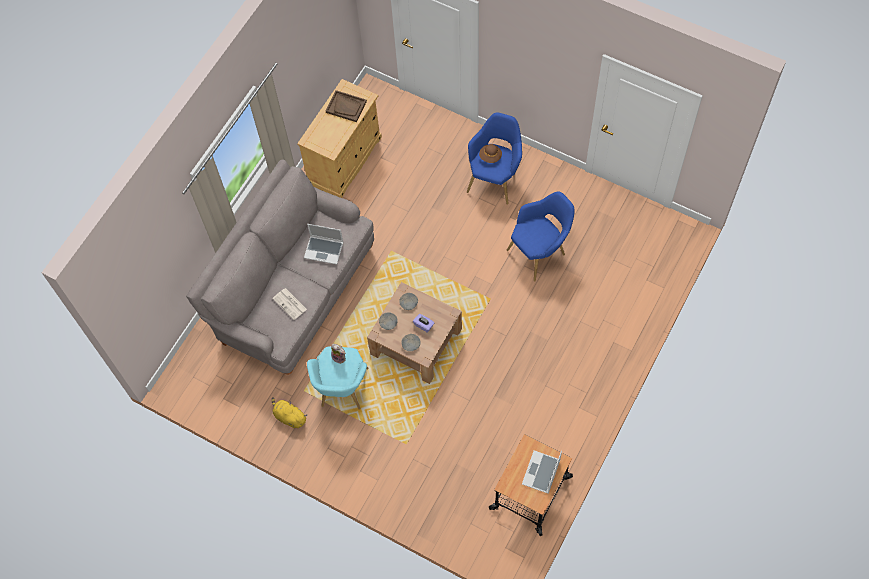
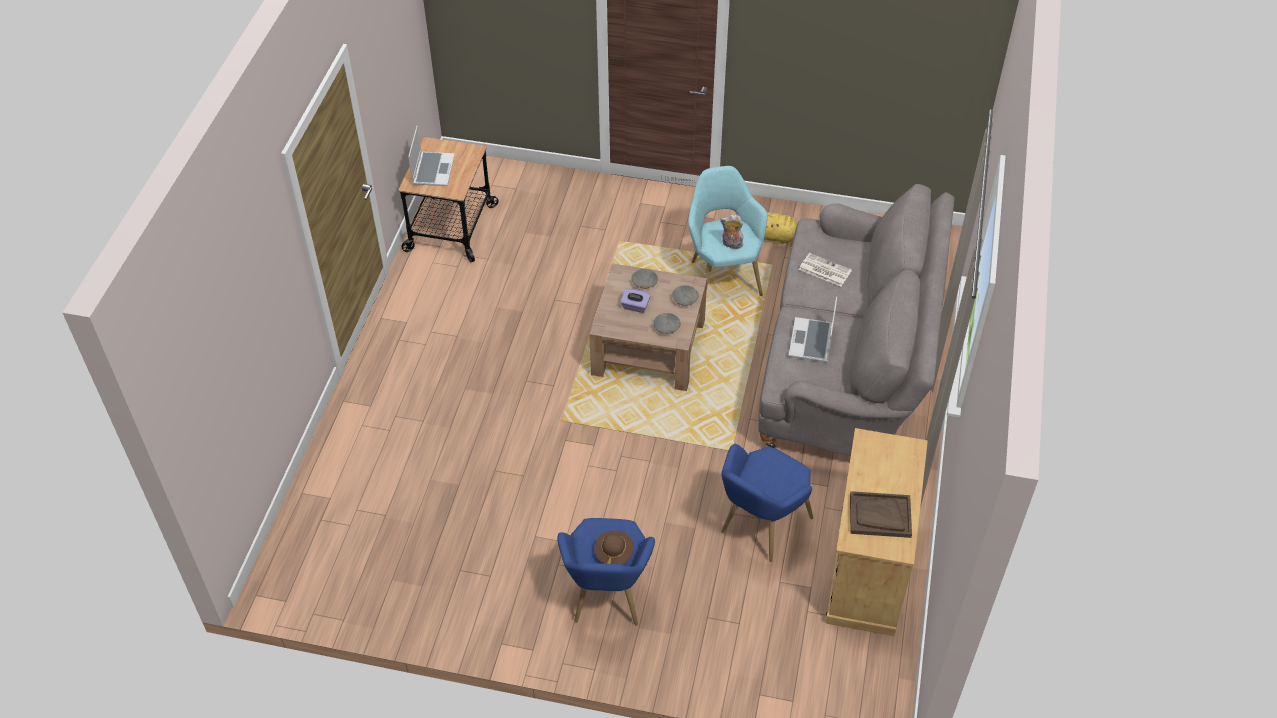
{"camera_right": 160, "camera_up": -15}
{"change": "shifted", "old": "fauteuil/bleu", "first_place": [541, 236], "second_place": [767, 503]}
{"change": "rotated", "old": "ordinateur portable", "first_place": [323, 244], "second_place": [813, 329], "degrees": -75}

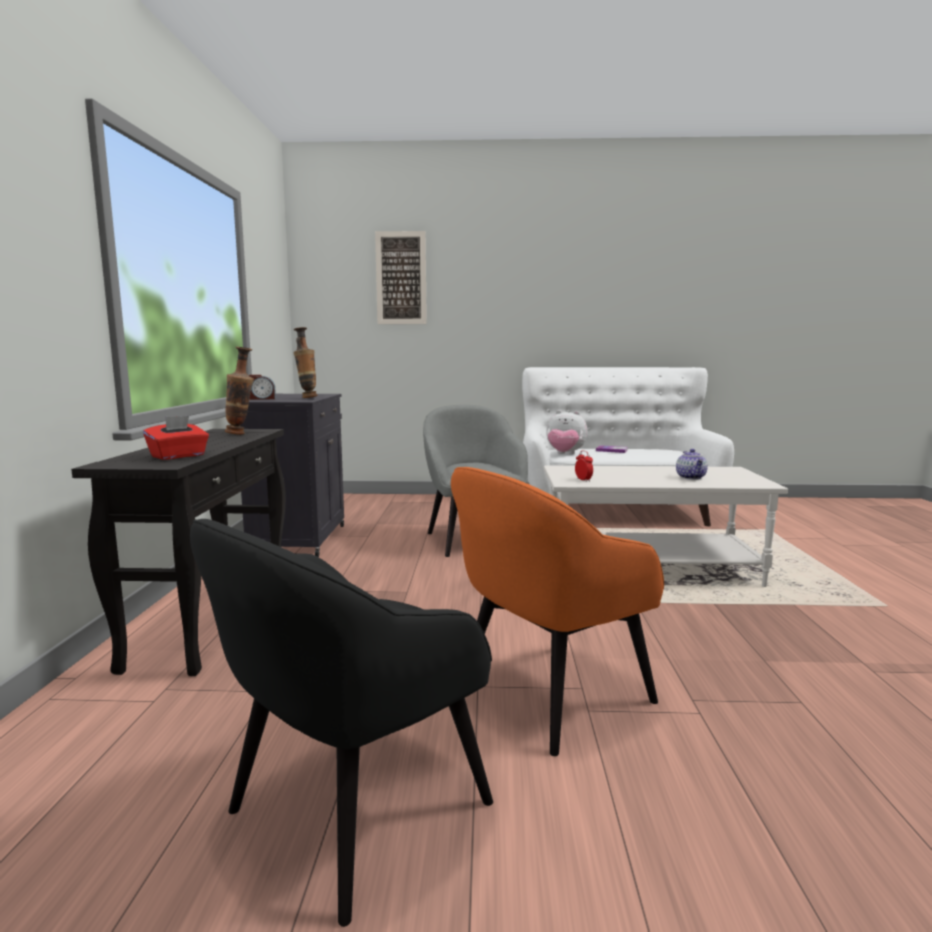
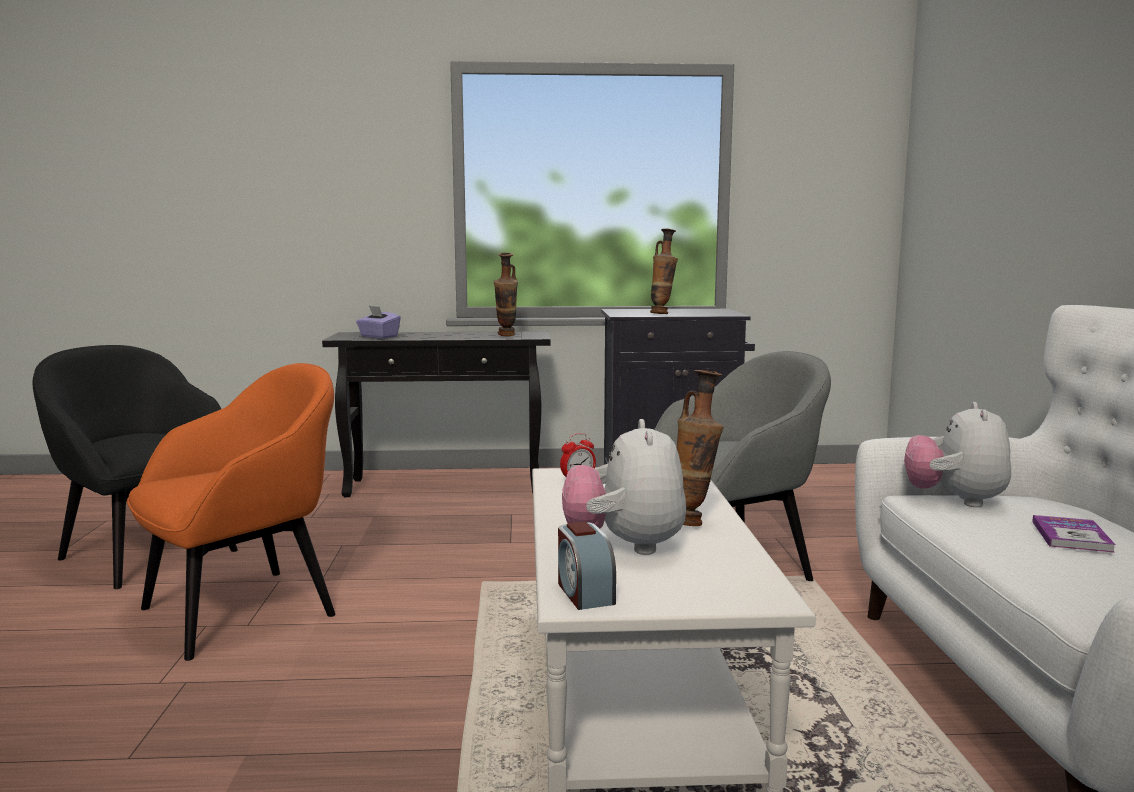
{"camera_right": 85, "camera_up": 0}
{"change": "rotated", "old": "fauteuil/orange", "first_place": [557, 611], "second_place": [231, 512], "degrees": 90}
{"change": "repainted", "old": "boîte à mouchoirs/rouge", "new": "boîte à mouchoirs/violet", "first_place": [176, 438], "second_place": [378, 322]}
{"change": "shifted", "old": "réveil", "first_place": [262, 387], "second_place": [587, 566]}
{"change": "swapped", "old": "théière", "new": "peluche", "first_place": [692, 464], "second_place": [624, 487]}
{"change": "new", "new": "vase", "second_place": [700, 448]}
{"change": "gone", "old": "tableau", "first_place": [401, 277]}

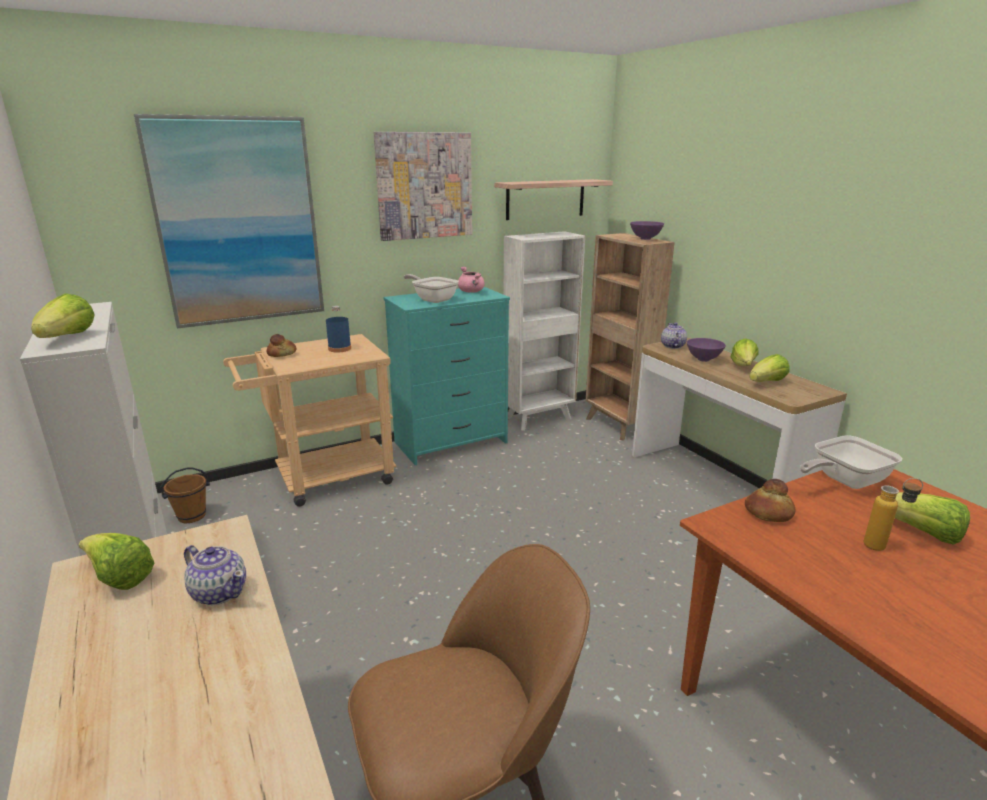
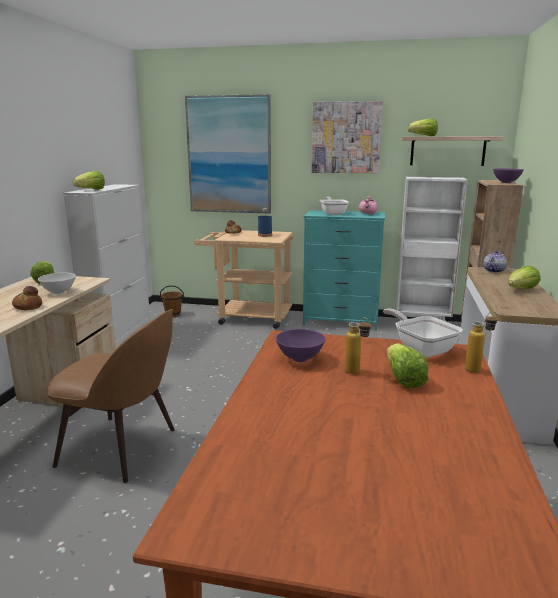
{"camera_right": 40, "camera_up": -5}
{"change": "shifted", "old": "pain", "first_place": [770, 500], "second_place": [27, 298]}
{"change": "swapped", "old": "théière", "new": "bol/blanc", "first_place": [215, 575], "second_place": [57, 283]}
{"change": "shifted", "old": "bol/violet", "first_place": [706, 350], "second_place": [301, 345]}
{"change": "rotated", "old": "poêle", "first_place": [851, 462], "second_place": [423, 333], "degrees": 45}
{"change": "shifted", "old": "laitue", "first_place": [769, 368], "second_place": [423, 127]}
{"change": "new", "new": "bouteille", "second_place": [481, 342]}

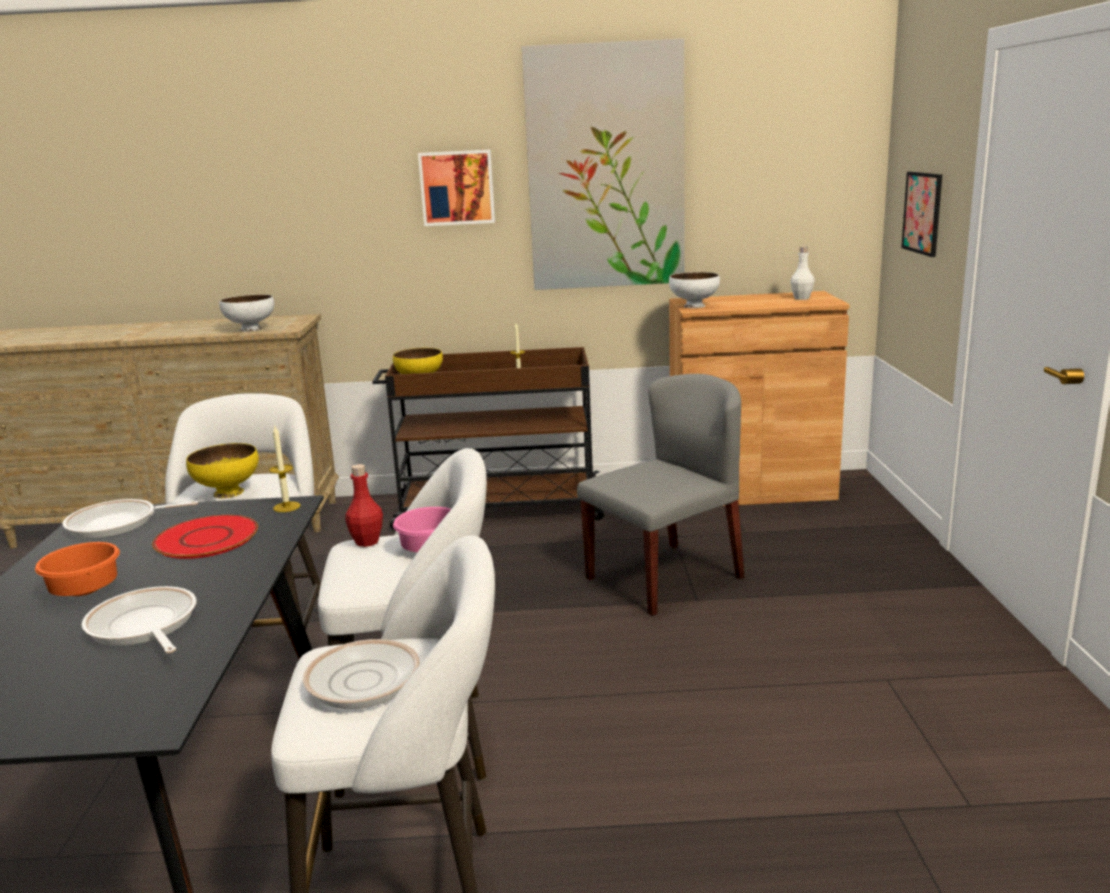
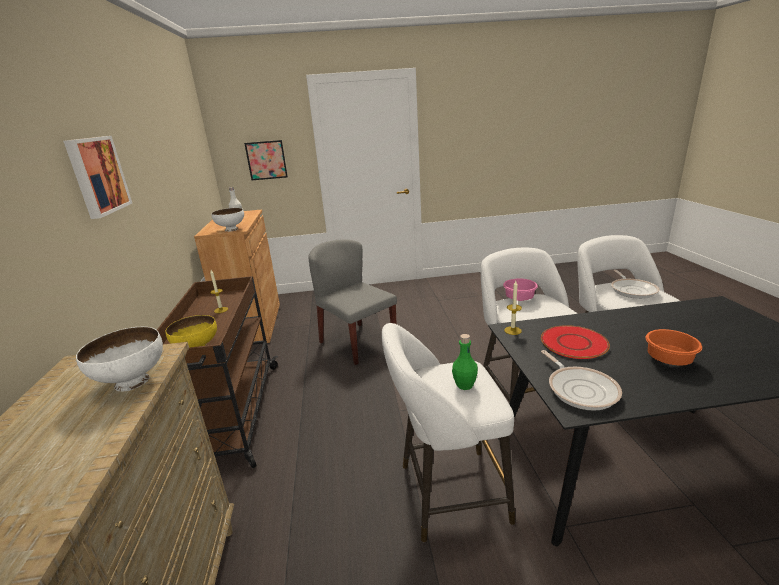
{"camera_right": -95, "camera_up": 5}
{"change": "swapped", "old": "bol/jaune", "new": "bouteille/vert", "first_place": [222, 470], "second_place": [465, 362]}
{"change": "gone", "old": "poêle", "first_place": [139, 619]}
{"change": "gone", "old": "bouteille/rouge", "first_place": [364, 505]}
{"change": "gone", "old": "tableau", "first_place": [603, 164]}

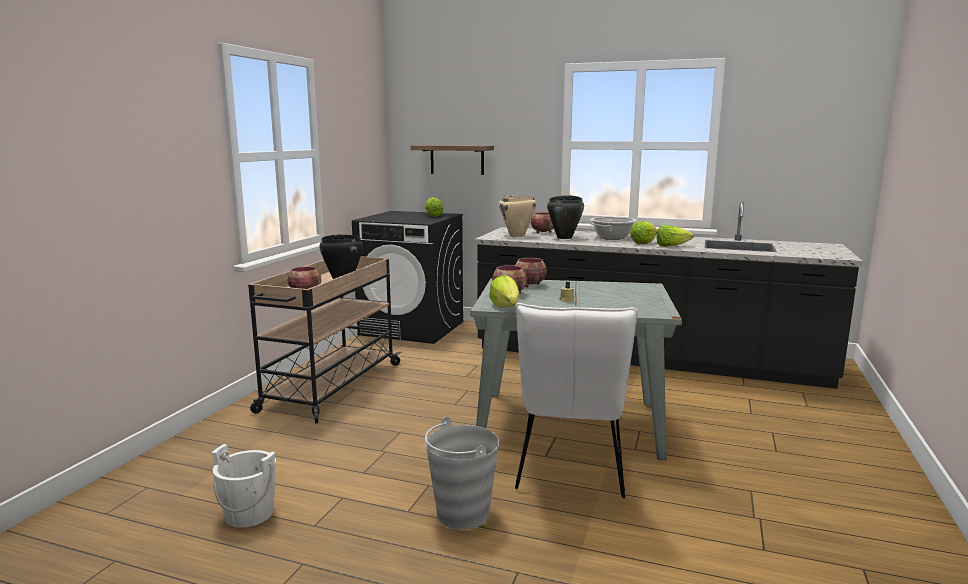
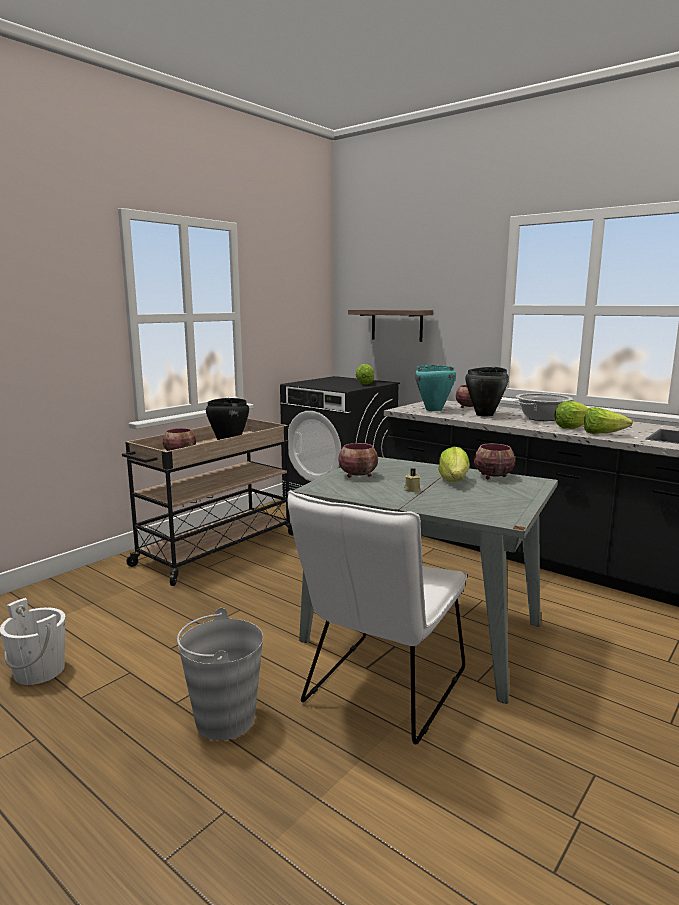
{"camera_right": 20, "camera_up": 0}
{"change": "repainted", "old": "marmite/beige", "new": "marmite/turquoise", "first_place": [517, 216], "second_place": [435, 388]}
{"change": "shifted", "old": "laitue", "first_place": [504, 291], "second_place": [454, 464]}
{"change": "shifted", "old": "bol", "first_place": [531, 272], "second_place": [494, 461]}

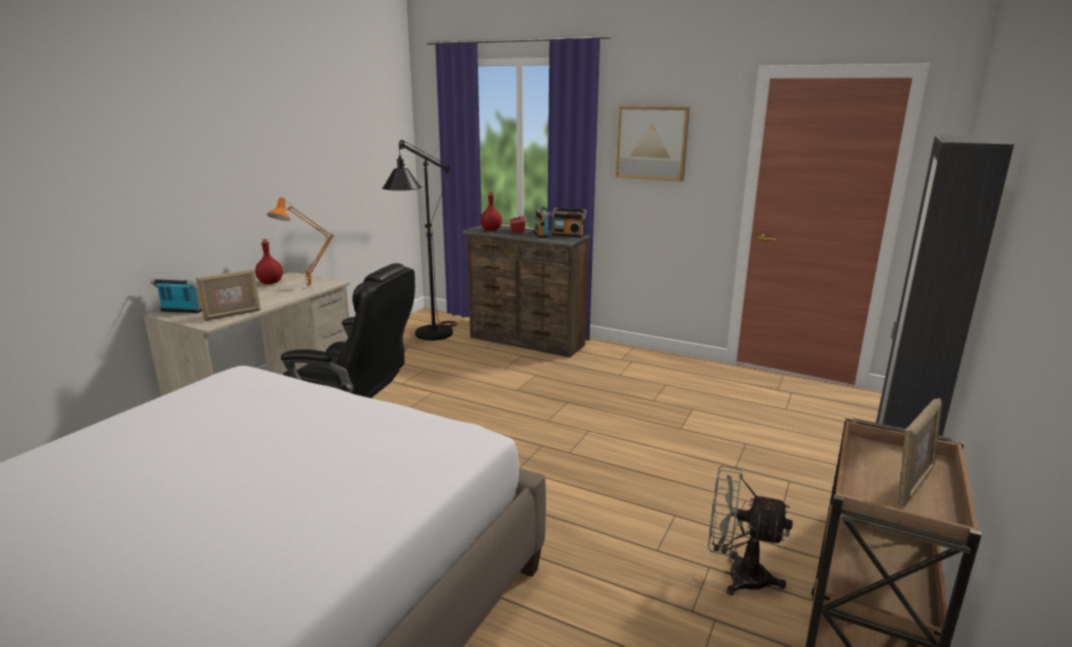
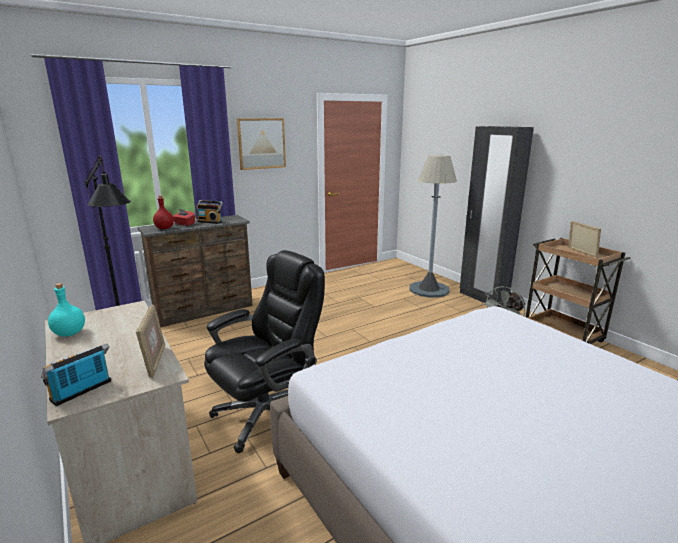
{"camera_right": -60, "camera_up": 0}
{"change": "repainted", "old": "bouteille/rouge", "new": "bouteille/turquoise", "first_place": [269, 261], "second_place": [66, 310]}
{"change": "new", "new": "lampadaire/gris", "second_place": [433, 226]}
{"change": "gone", "old": "lampe de table/orange", "first_place": [300, 242]}
{"change": "gone", "old": "radio", "first_place": [569, 222]}

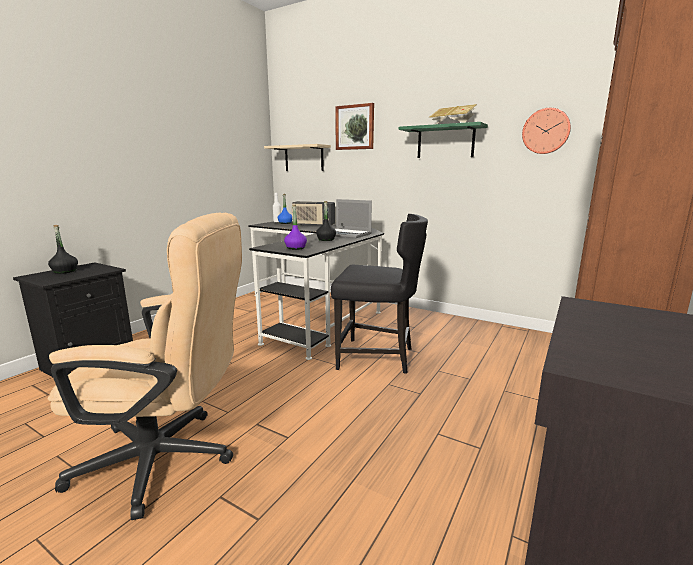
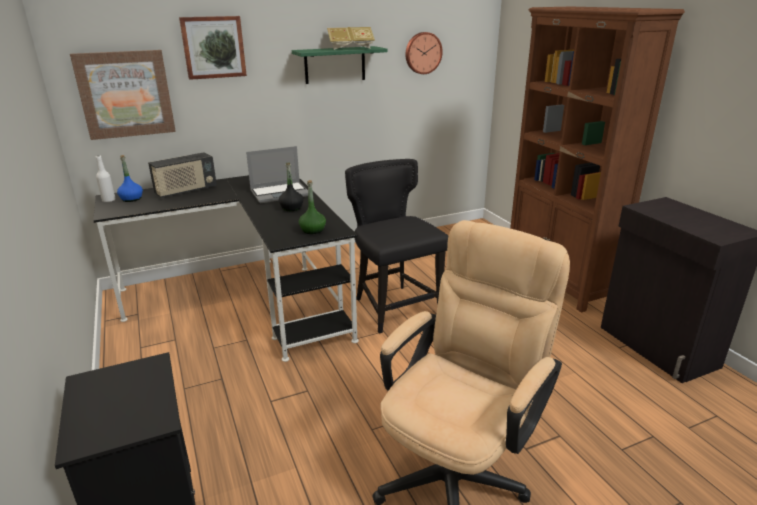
{"camera_right": -55, "camera_up": 10}
{"change": "swapped", "old": "étagère/beige", "new": "tableau", "first_place": [297, 157], "second_place": [123, 95]}
{"change": "repainted", "old": "bouteille/violet", "new": "bouteille/vert", "first_place": [295, 227], "second_place": [312, 207]}
{"change": "rotated", "old": "chaise/noir", "first_place": [379, 294], "second_place": [396, 246], "degrees": -75}
{"change": "gone", "old": "bouteille/noir", "first_place": [63, 249]}

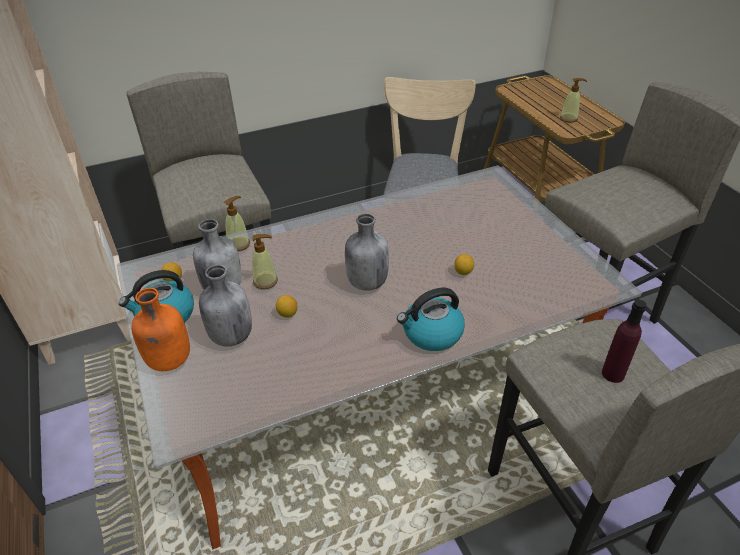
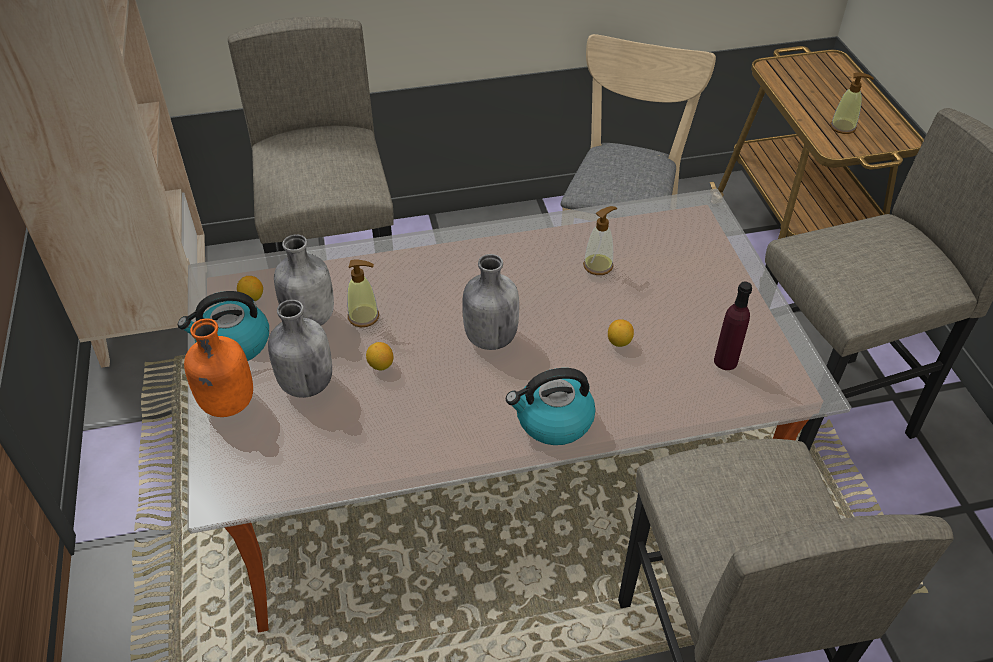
{"camera_right": 10, "camera_up": 5}
{"change": "shifted", "old": "distributeur de savon", "first_place": [237, 223], "second_place": [600, 240]}
{"change": "shifted", "old": "bouteille/violet", "first_place": [624, 341], "second_place": [733, 325]}

